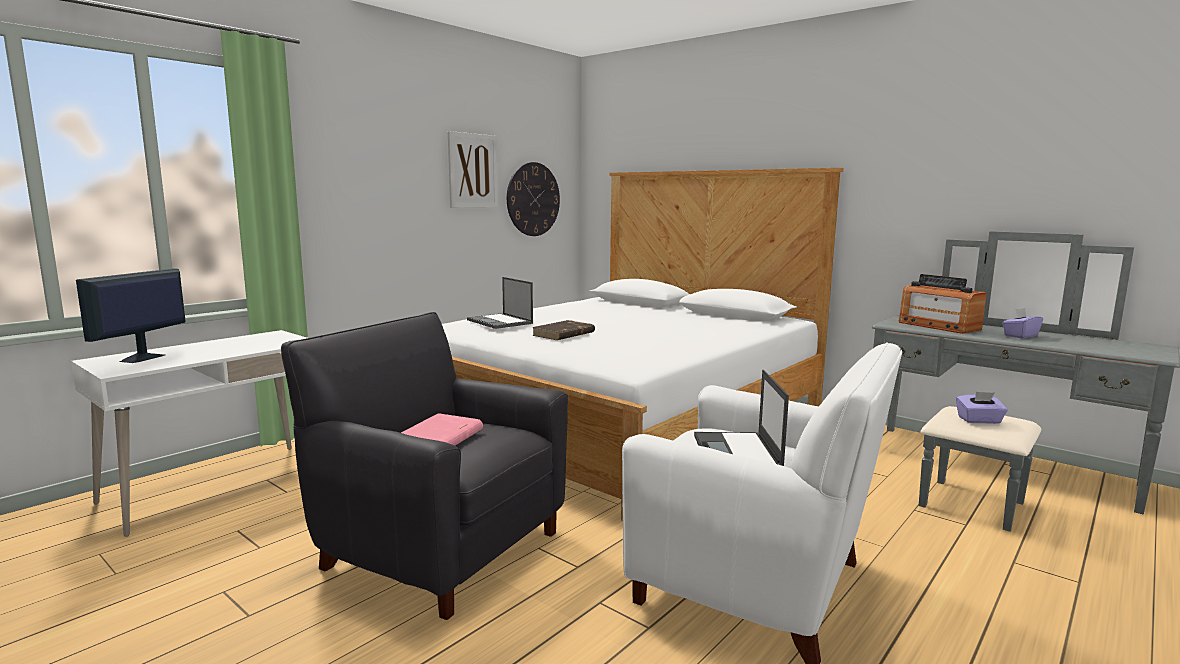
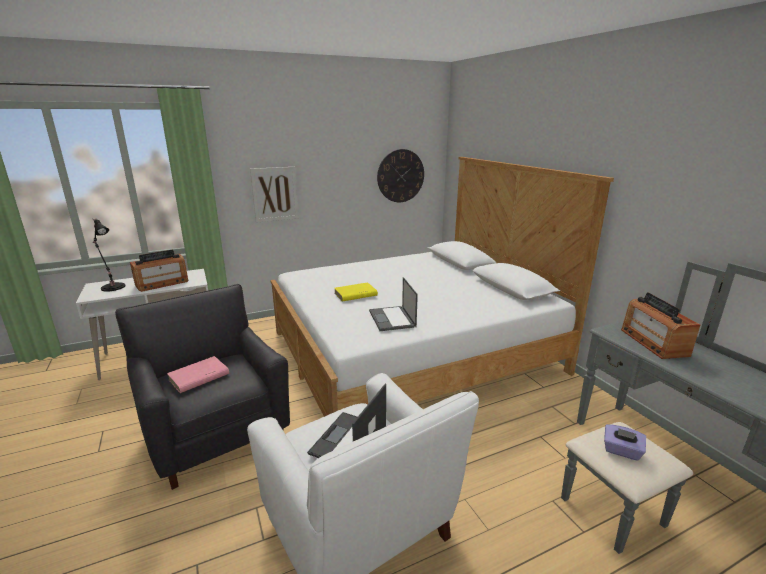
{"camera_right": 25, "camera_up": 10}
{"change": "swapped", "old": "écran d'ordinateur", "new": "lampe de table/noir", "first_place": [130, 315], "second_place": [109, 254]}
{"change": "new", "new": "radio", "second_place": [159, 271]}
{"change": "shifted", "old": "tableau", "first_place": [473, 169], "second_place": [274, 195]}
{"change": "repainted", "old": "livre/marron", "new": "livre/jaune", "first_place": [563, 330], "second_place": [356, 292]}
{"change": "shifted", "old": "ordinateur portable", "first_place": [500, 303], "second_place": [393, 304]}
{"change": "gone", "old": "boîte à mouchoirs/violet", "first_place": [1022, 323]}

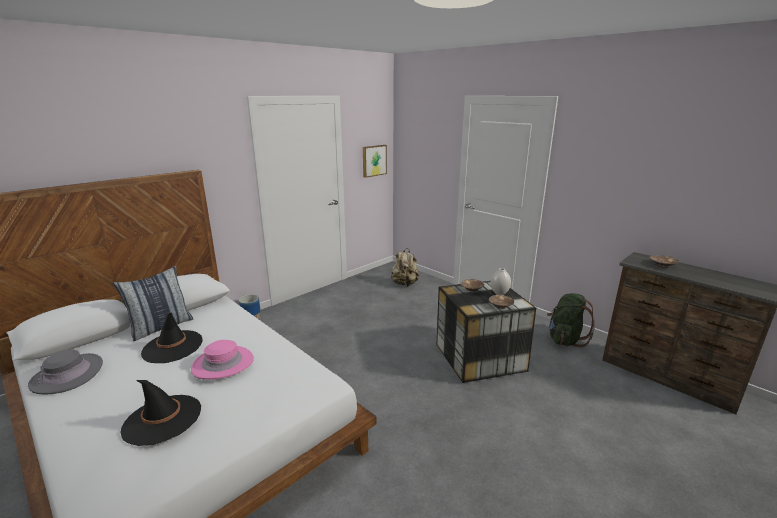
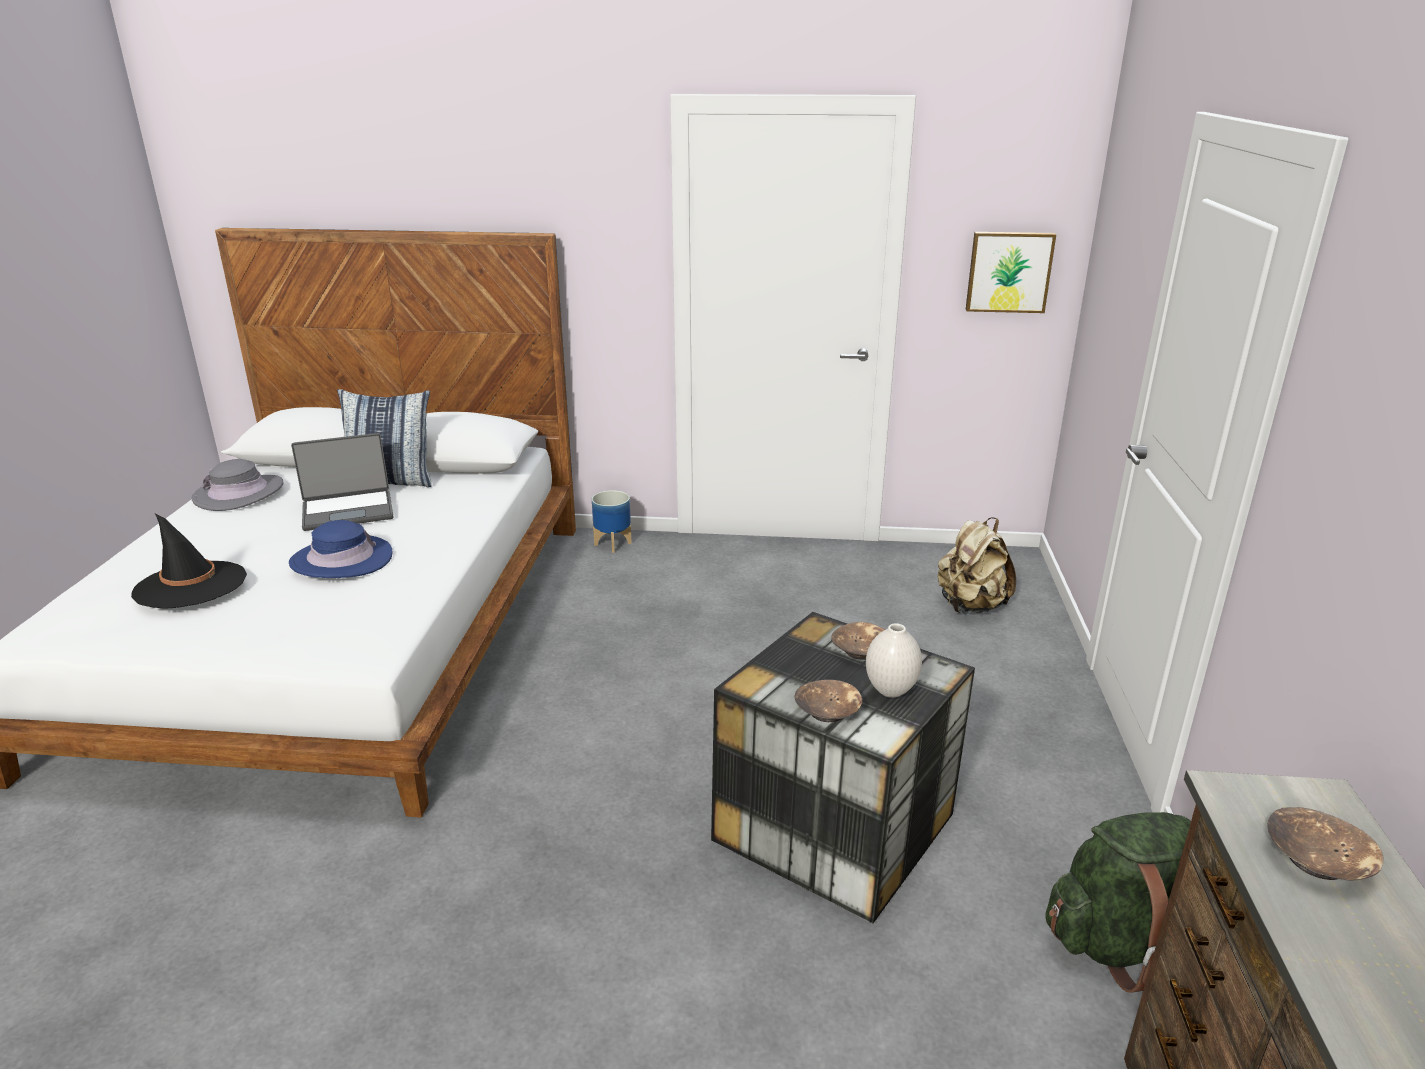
{"camera_right": 50, "camera_up": 5}
{"change": "repainted", "old": "chapeau/rose", "new": "chapeau/bleu", "first_place": [222, 360], "second_place": [341, 549]}
{"change": "swapped", "old": "chapeau/noir", "new": "ordinateur portable", "first_place": [171, 337], "second_place": [342, 482]}

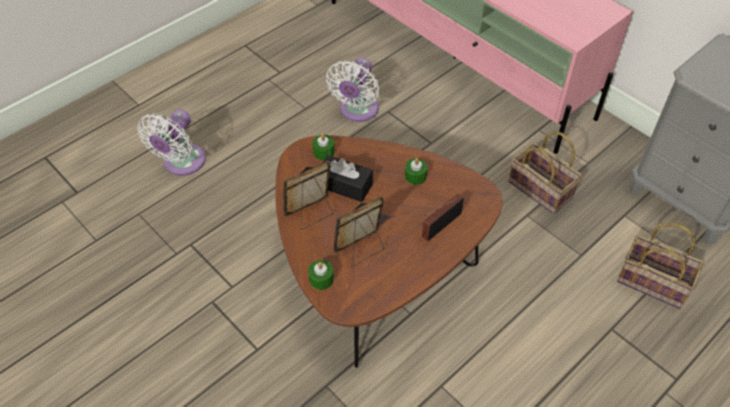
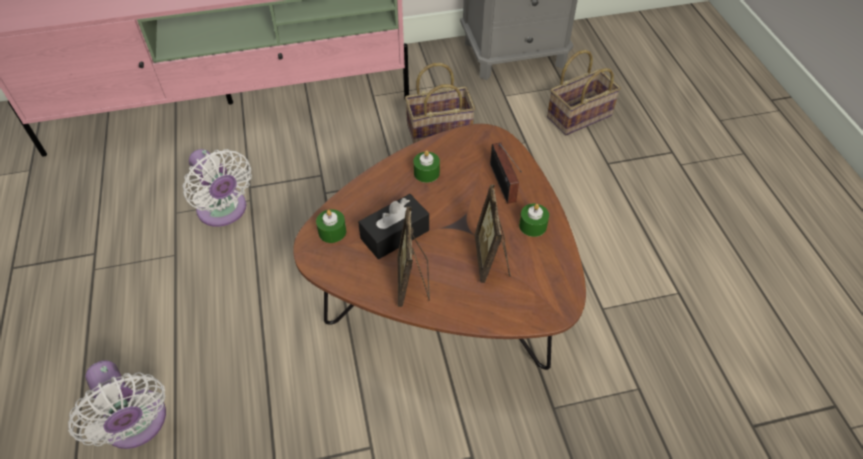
{"camera_right": -60, "camera_up": 0}
{"change": "shifted", "old": "bougie/vert", "first_place": [321, 275], "second_place": [534, 220]}

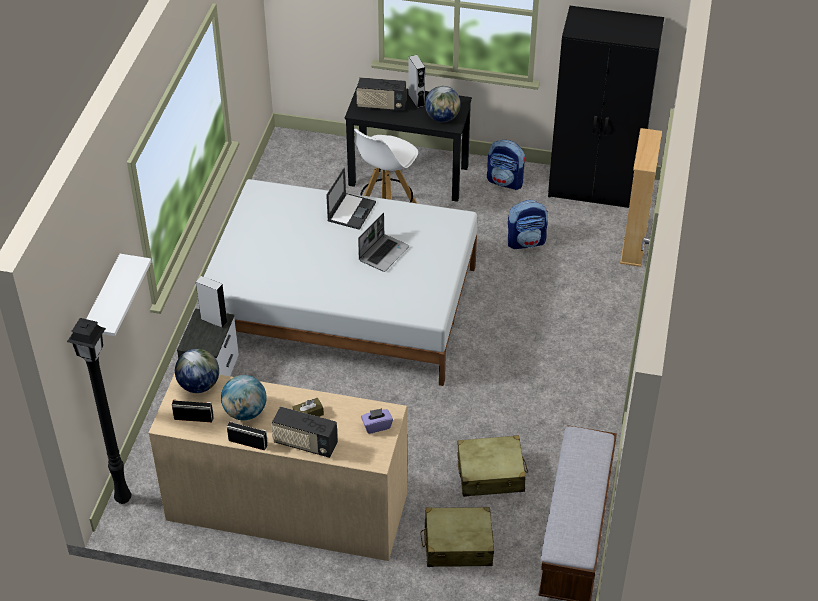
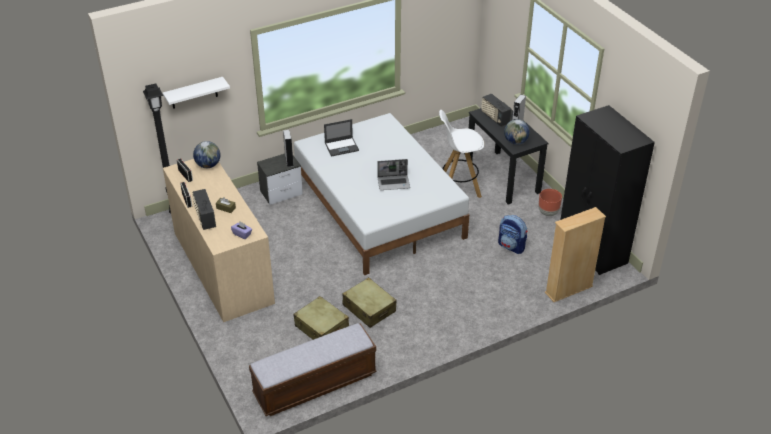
{"camera_right": 50, "camera_up": -5}
{"change": "shifted", "old": "ordinateur portable", "first_place": [351, 199], "second_place": [341, 138]}
{"change": "shifted", "old": "valise/beige", "first_place": [457, 537], "second_place": [369, 302]}
{"change": "swapped", "old": "sac à dos", "new": "cache-pot/marron", "first_place": [506, 165], "second_place": [550, 202]}
{"change": "gone", "old": "globe", "first_place": [244, 397]}

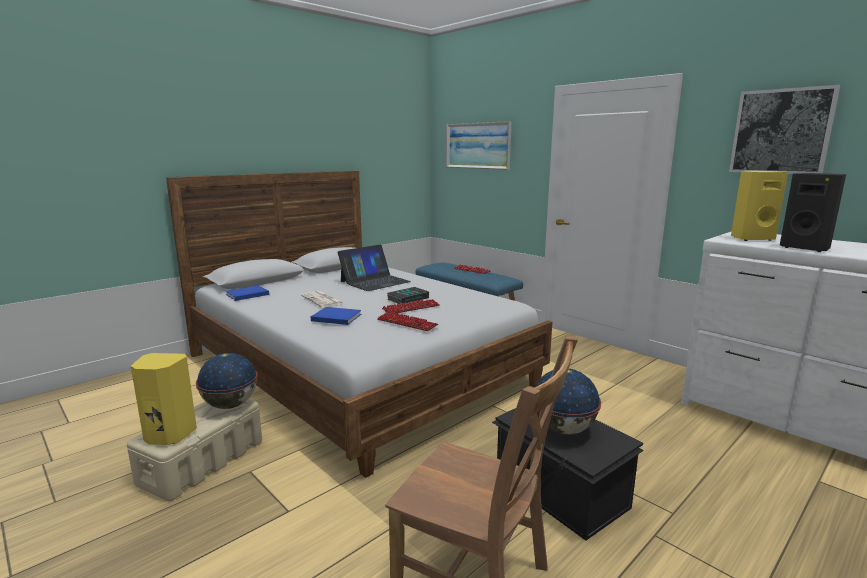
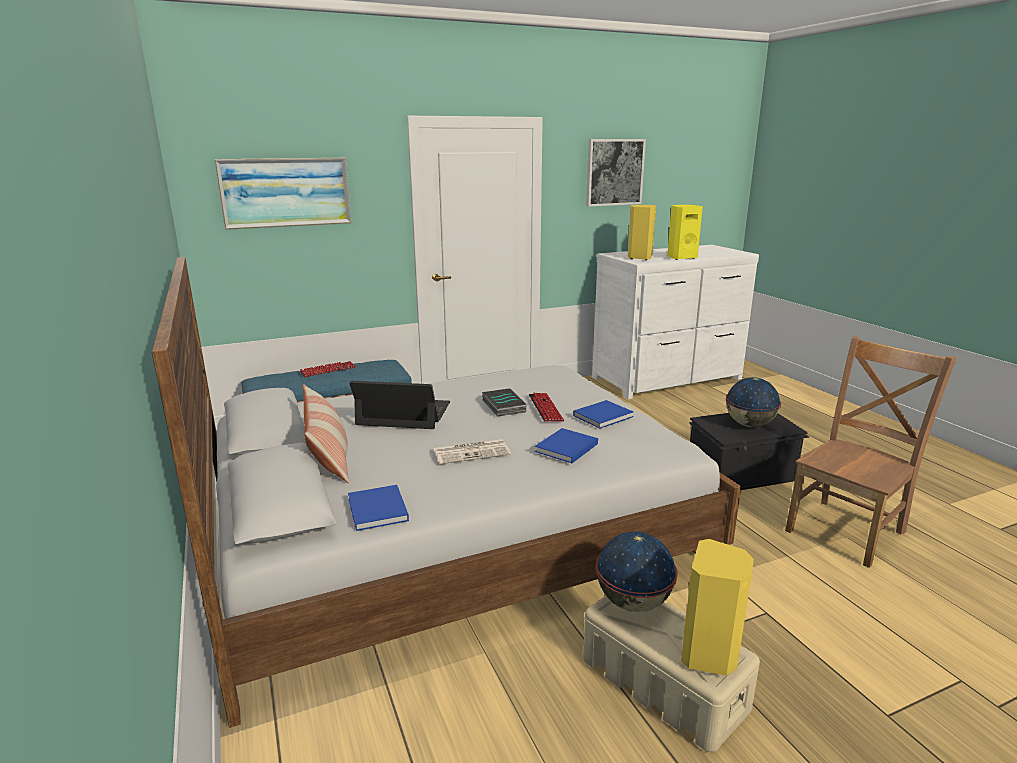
{"camera_right": -70, "camera_up": 5}
{"change": "new", "new": "coussin", "second_place": [326, 433]}
{"change": "rotated", "old": "ordinateur portable", "first_place": [374, 267], "second_place": [399, 405], "degrees": -60}
{"change": "swapped", "old": "clavier", "new": "livre/bleu", "first_place": [407, 321], "second_place": [603, 414]}
{"change": "repainted", "old": "enceinte/noir", "new": "enceinte/jaune", "first_place": [813, 212], "second_place": [685, 232]}

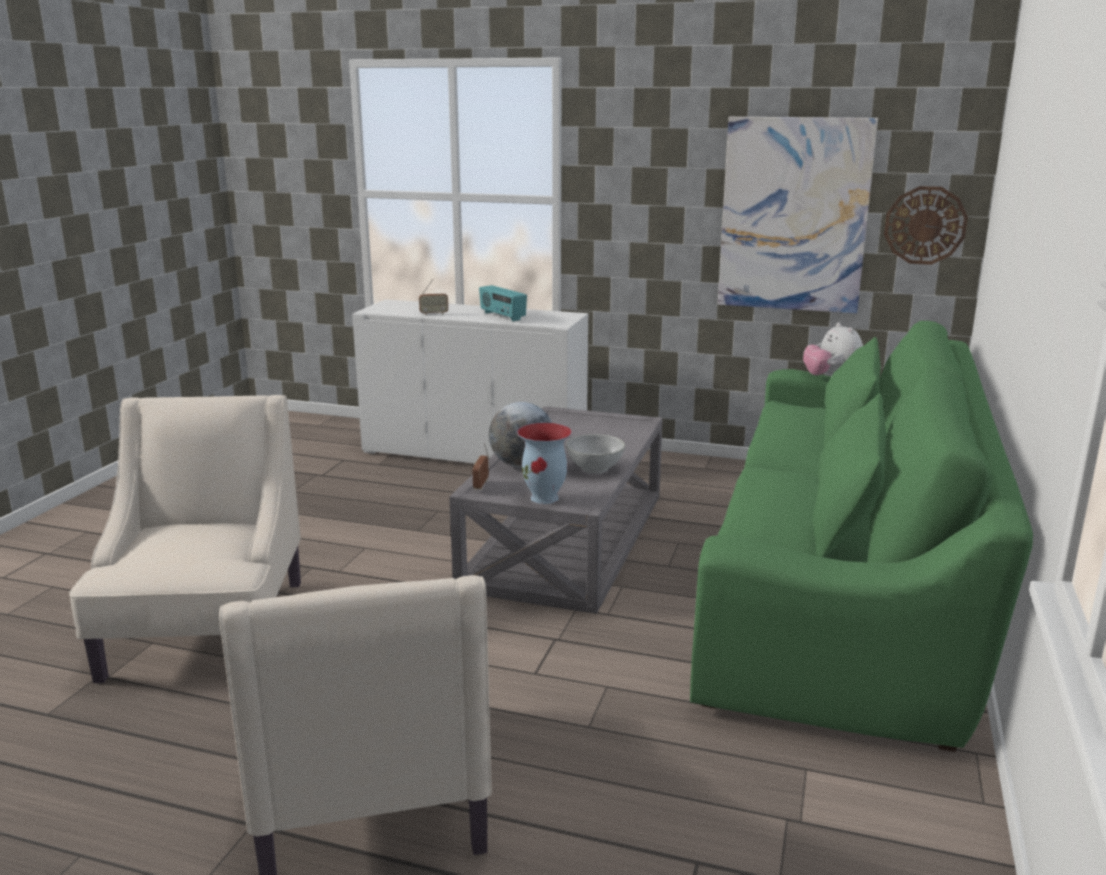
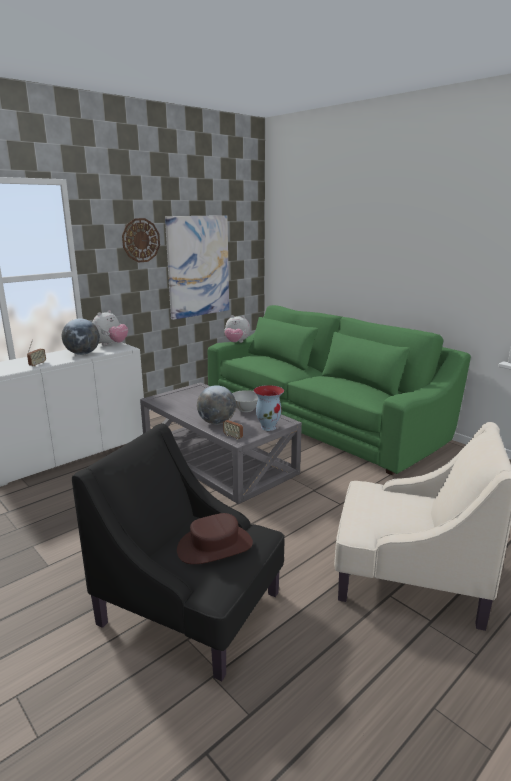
{"camera_right": -60, "camera_up": 0}
{"change": "swapped", "old": "radio", "new": "globe", "first_place": [503, 303], "second_place": [81, 336]}
{"change": "repainted", "old": "fauteuil/beige", "new": "fauteuil/noir", "first_place": [185, 539], "second_place": [178, 552]}
{"change": "new", "new": "peluche", "second_place": [110, 328]}
{"change": "shifted", "old": "horloge murale", "first_place": [926, 225], "second_place": [141, 240]}
{"change": "new", "new": "chapeau/marron", "second_place": [215, 538]}

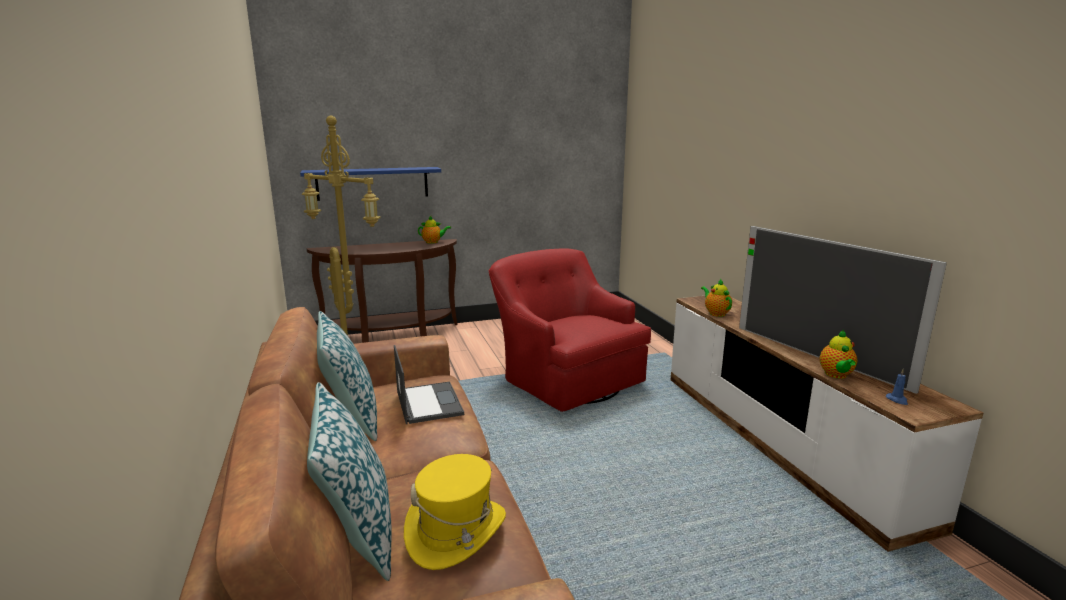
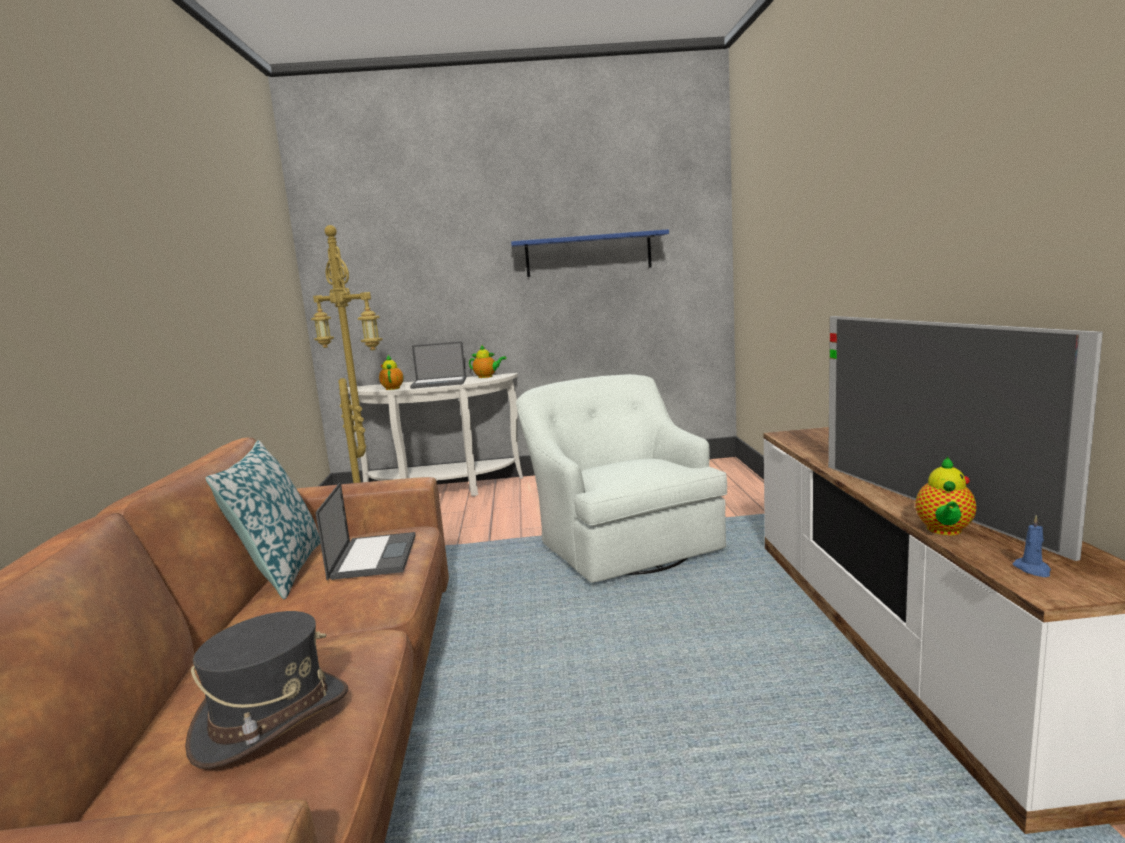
{"camera_right": 15, "camera_up": -5}
{"change": "repainted", "old": "chapeau/jaune", "new": "chapeau/gris", "first_place": [455, 512], "second_place": [266, 690]}
{"change": "repainted", "old": "table console/marron", "new": "table console/blanc", "first_place": [382, 291], "second_place": [435, 435]}
{"change": "shifted", "old": "théière", "first_place": [716, 298], "second_place": [391, 372]}
{"change": "new", "new": "ordinateur portable", "second_place": [438, 365]}
{"change": "shifted", "old": "étagère/bleu", "first_place": [370, 184], "second_place": [590, 253]}
{"change": "repainted", "old": "fauteuil/rouge", "new": "fauteuil/blanc", "first_place": [570, 330], "second_place": [621, 478]}
{"change": "gone", "old": "coussin", "first_place": [349, 481]}

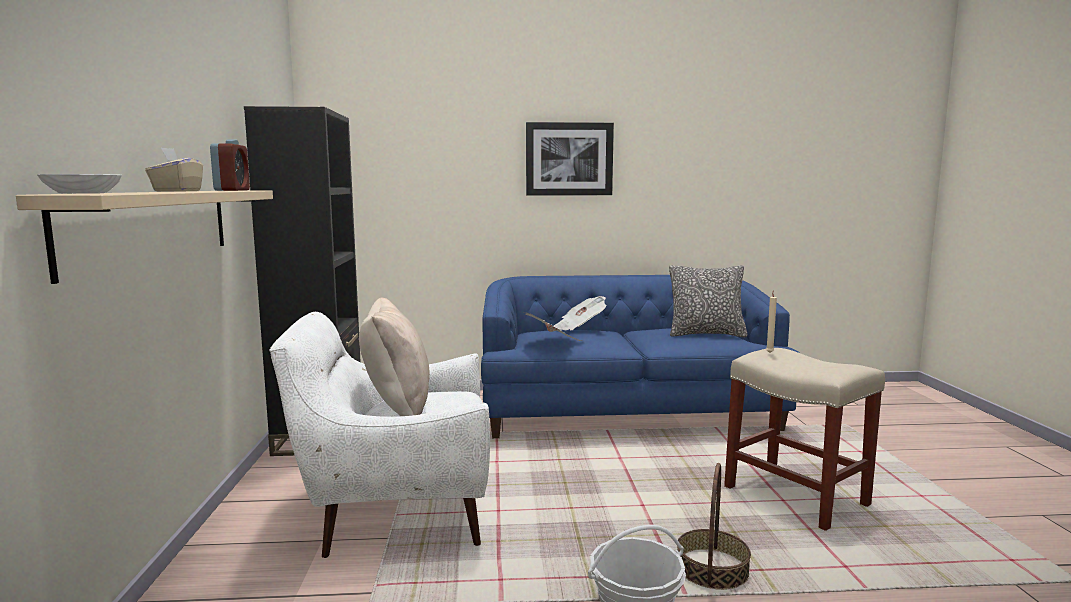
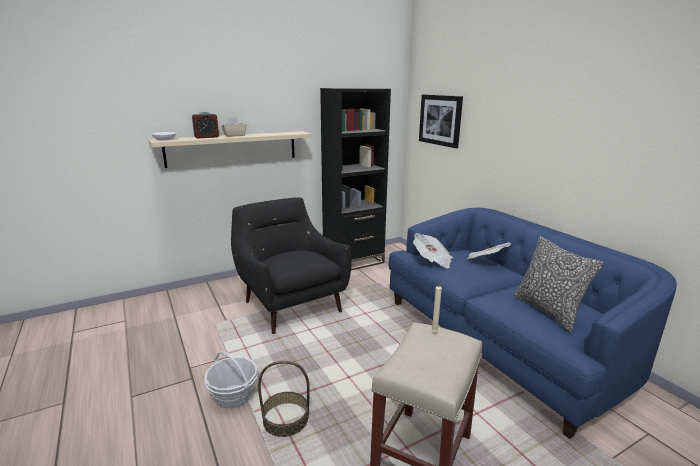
{"camera_right": 65, "camera_up": 10}
{"change": "shifted", "old": "réveil", "first_place": [230, 165], "second_place": [205, 125]}
{"change": "repainted", "old": "fauteuil/blanc", "new": "fauteuil/noir", "first_place": [379, 435], "second_place": [291, 265]}
{"change": "shifted", "old": "tableau", "first_place": [570, 158], "second_place": [441, 121]}
{"change": "gone", "old": "coussin/beige", "first_place": [394, 357]}

